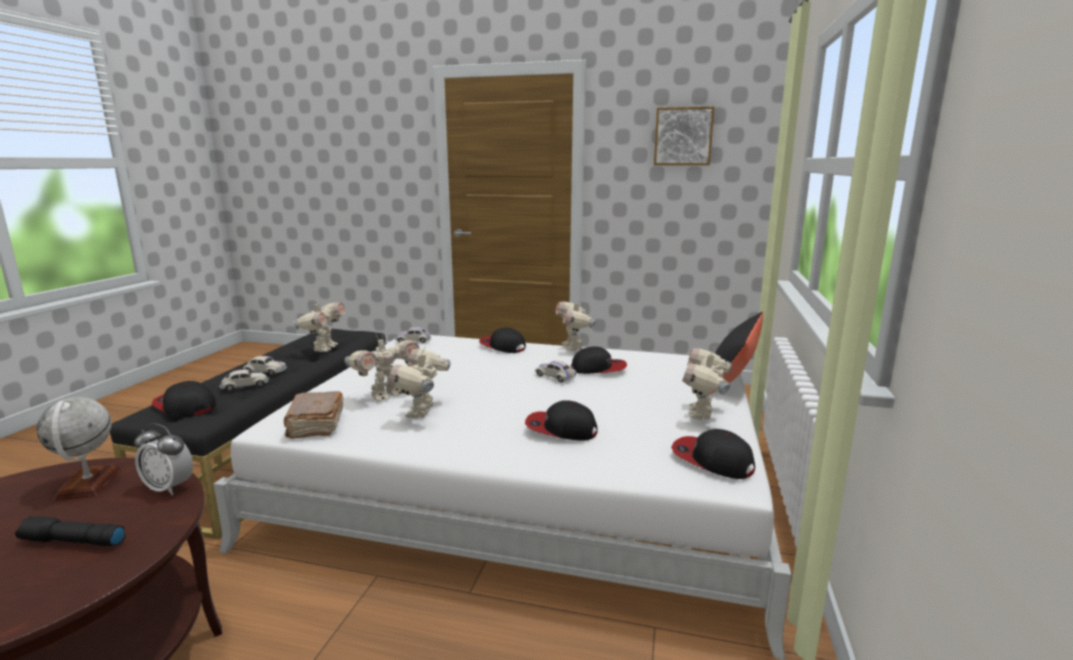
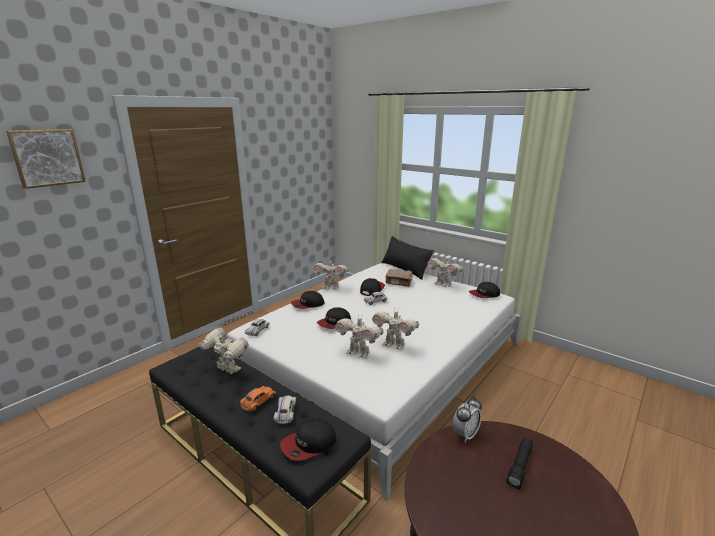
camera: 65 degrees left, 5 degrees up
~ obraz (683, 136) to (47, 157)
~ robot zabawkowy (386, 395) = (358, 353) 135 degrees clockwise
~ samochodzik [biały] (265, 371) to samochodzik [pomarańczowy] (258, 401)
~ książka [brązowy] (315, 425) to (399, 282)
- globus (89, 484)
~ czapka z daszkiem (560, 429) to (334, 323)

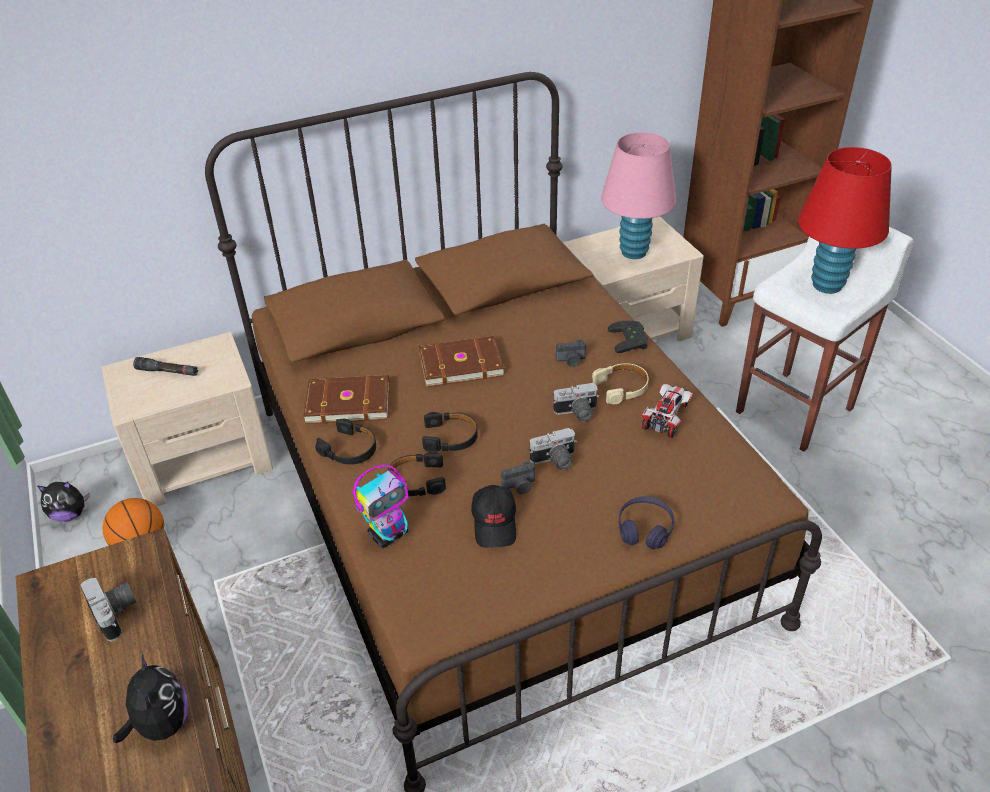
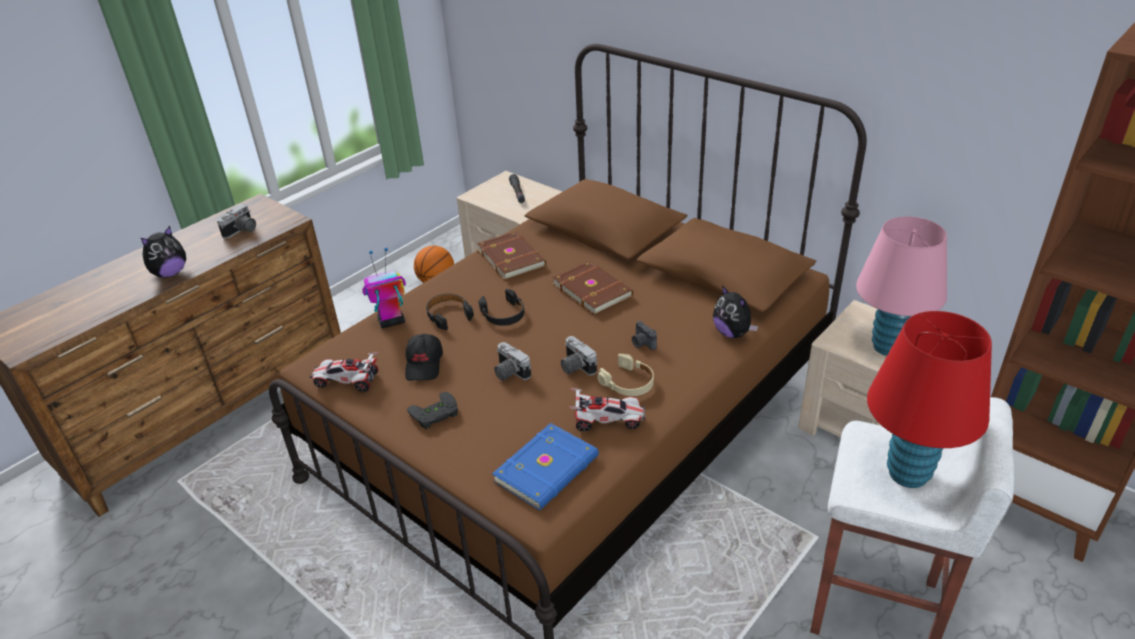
camera: 65 degrees right, 5 degrees down
~ pad do gier [czarny] (631, 340) to (435, 415)
- słuchawki [czarny] (350, 449)
- aparat fotograficzny (519, 486)
~ robot zabawkowy (389, 534) = (391, 322) 135 degrees clockwise
~ pluszak (70, 514) to (732, 333)
~ czapka z daszkiem [czarny] (495, 523) = (424, 365) 60 degrees counterclockwise
- słuchawki [fioletowy] (645, 529)
+ samochodzik (347, 381)
+ książka [niebieski] (548, 469)

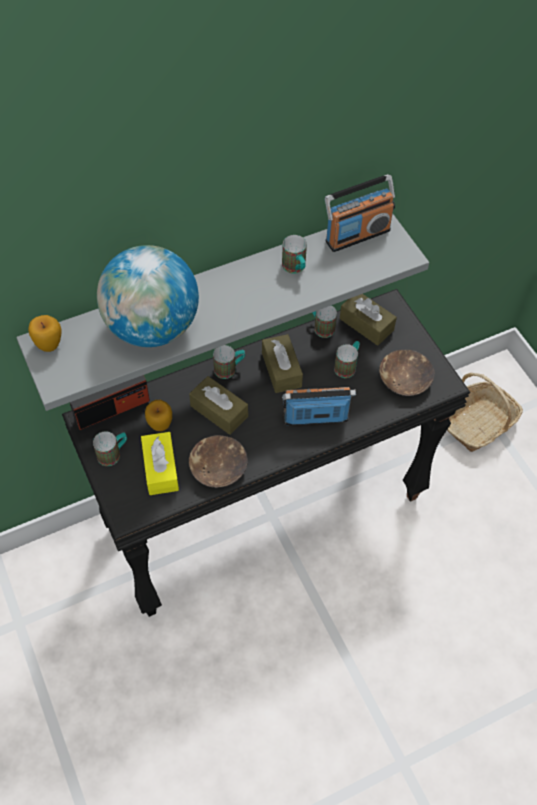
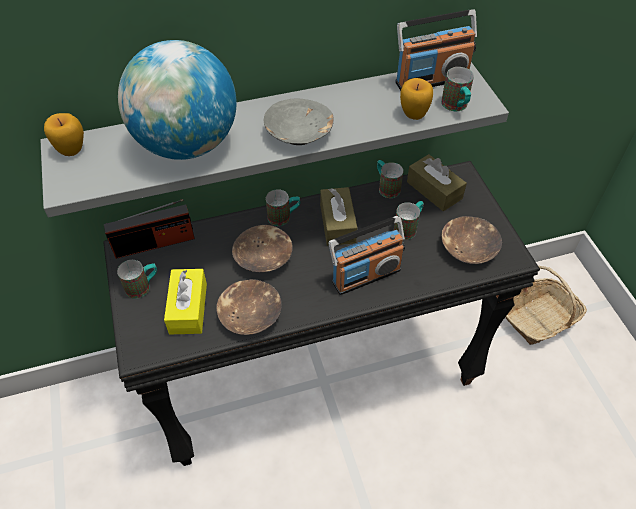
camera: 10 degrees right, 5 degrees down
~ kubek (295, 268) to (456, 107)
~ pudełko chusteczek [brązowy] (219, 411) to miska [brązowy] (264, 257)
~ radio (315, 417) = (366, 275) 150 degrees clockwise
~ jabłko (160, 424) to (413, 114)
+ miska [szary] (299, 133)

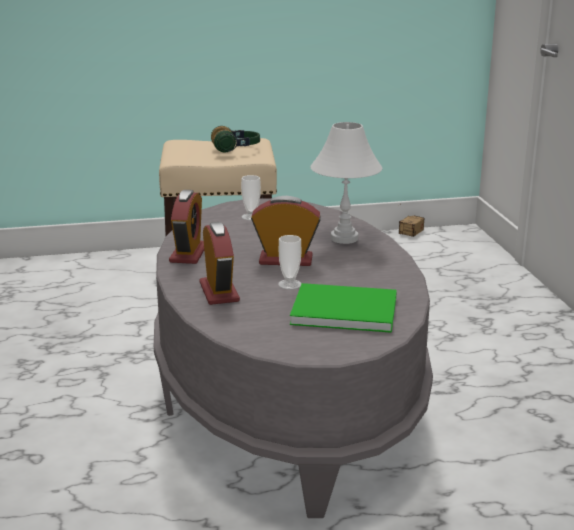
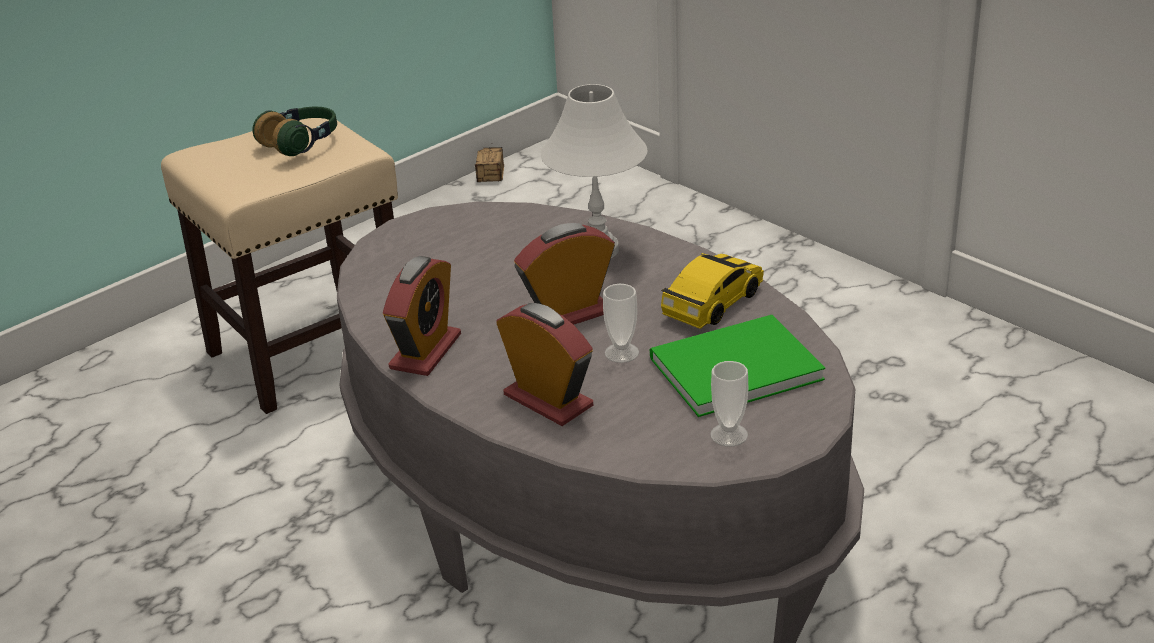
camera: 30 degrees left, 10 degrees up
~ filiżanka (251, 217) to (729, 435)
~ budzik (188, 254) = (425, 351) 45 degrees clockwise
+ samochodzik (713, 303)

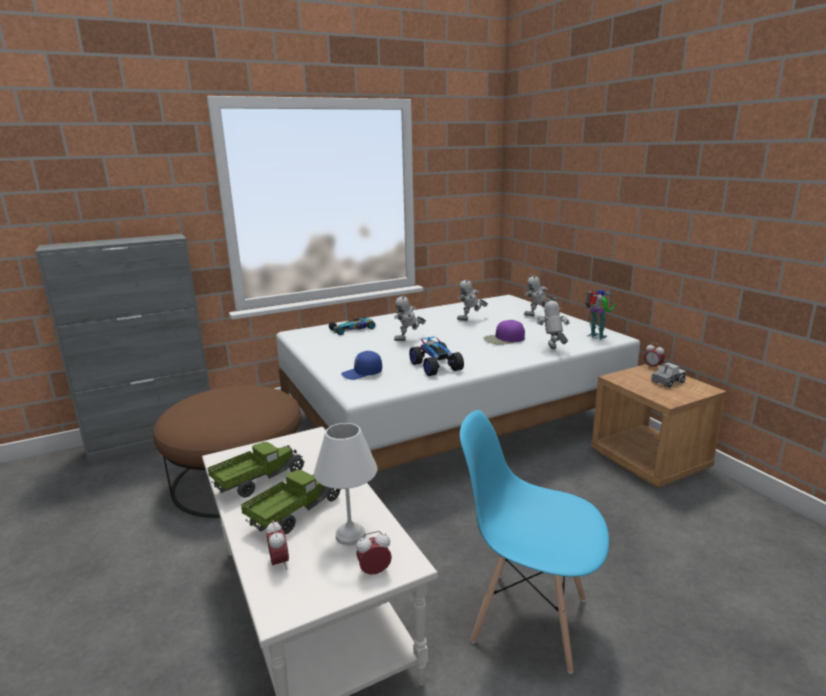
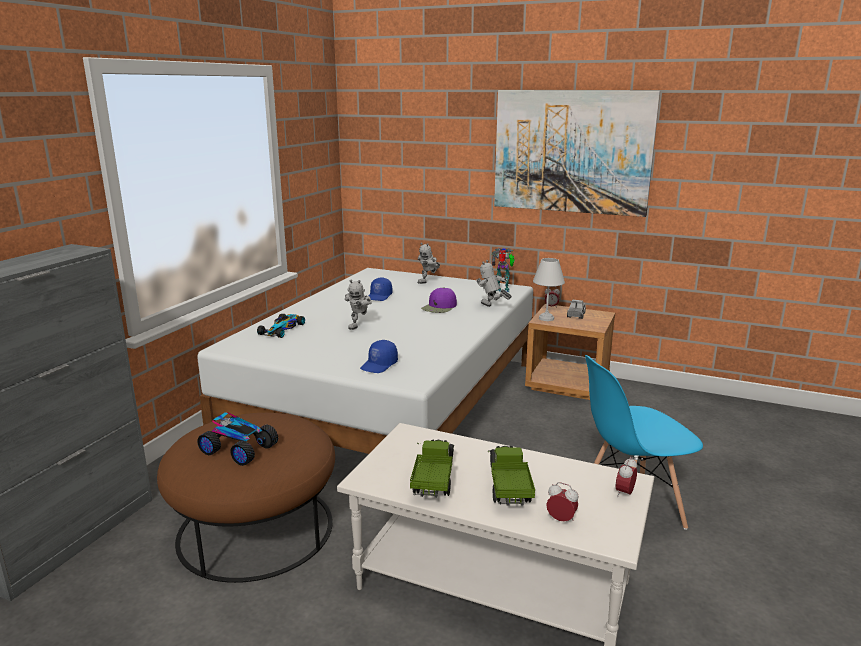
camera: 40 degrees left, 0 degrees up
~ robot zabawkowy (471, 319) to czapka z daszkiem [niebieski] (379, 296)
~ samochodzik (435, 367) to (238, 450)
~ lampa stołowa [biały] (350, 536) to (547, 318)
+ obraz (572, 152)

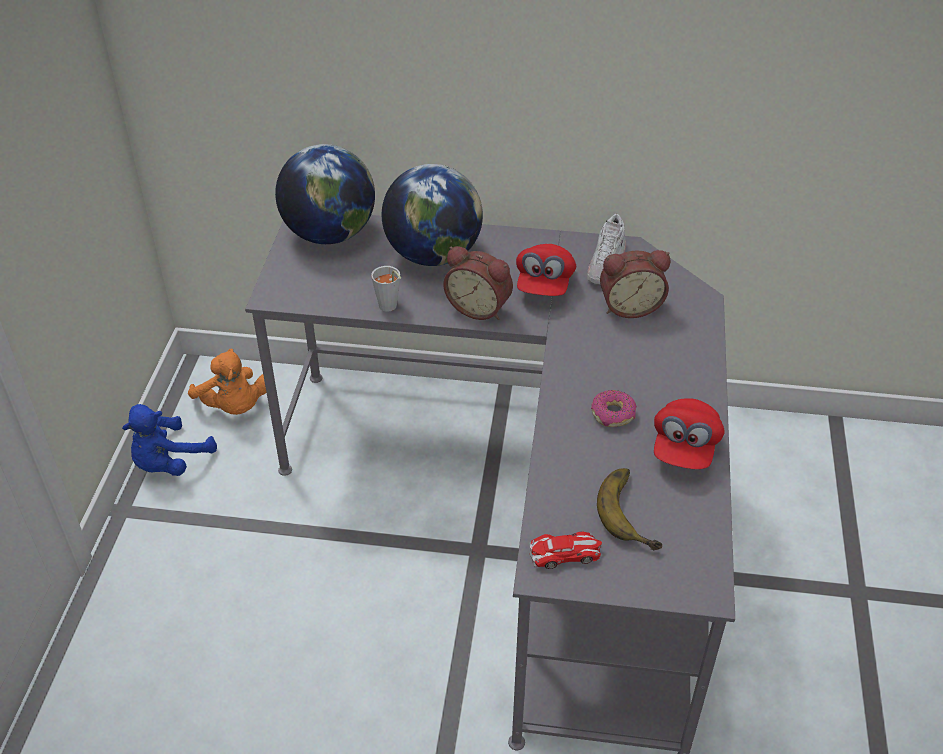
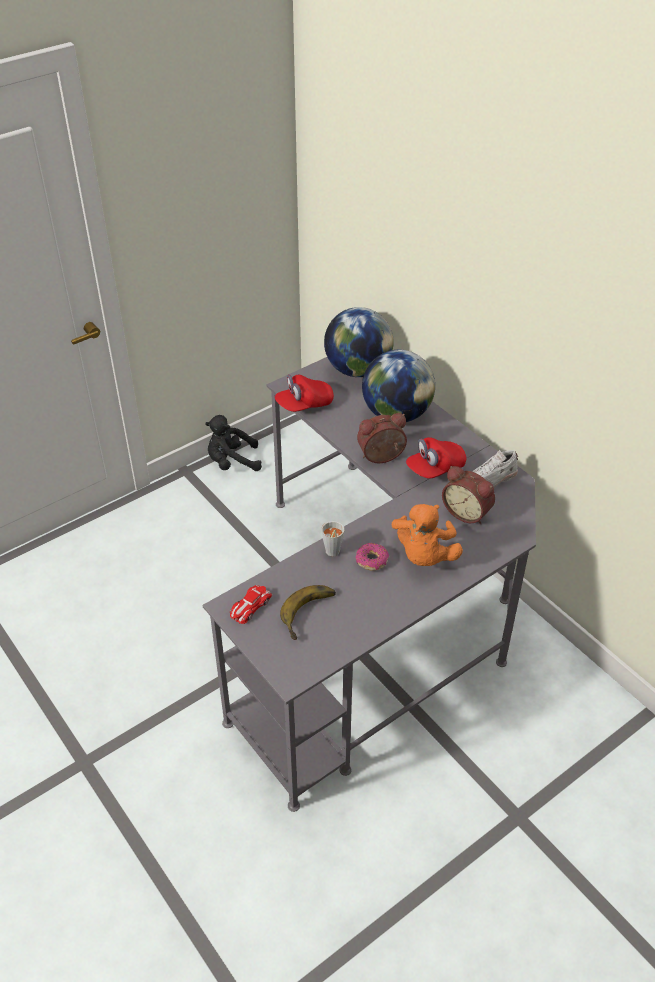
camera: 45 degrees right, 0 degrees up
~ budzik (479, 307) = (382, 458) 90 degrees clockwise
~ filiżanka [szary] (389, 308) to (331, 553)
~ pluszak [pomarańczowy] (234, 407) to (424, 556)
~ czapka z daszkiem [czerwony] (684, 447) to (304, 405)
~ pluszak [niebieski] (169, 462) to pluszak [czarny] (232, 462)
~ samochodzik (565, 553) = (250, 606) 90 degrees clockwise

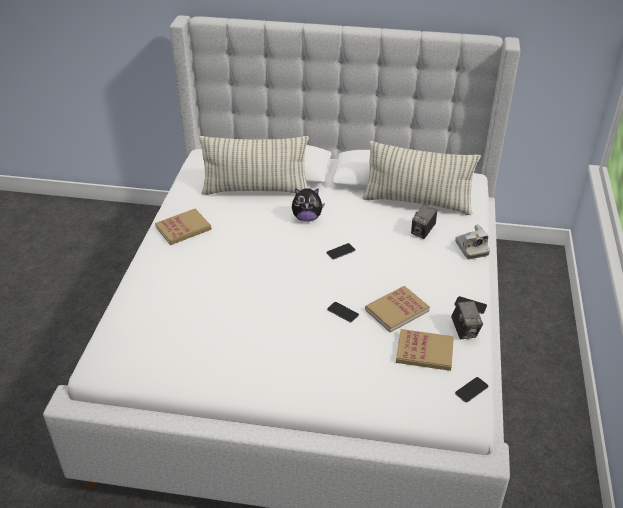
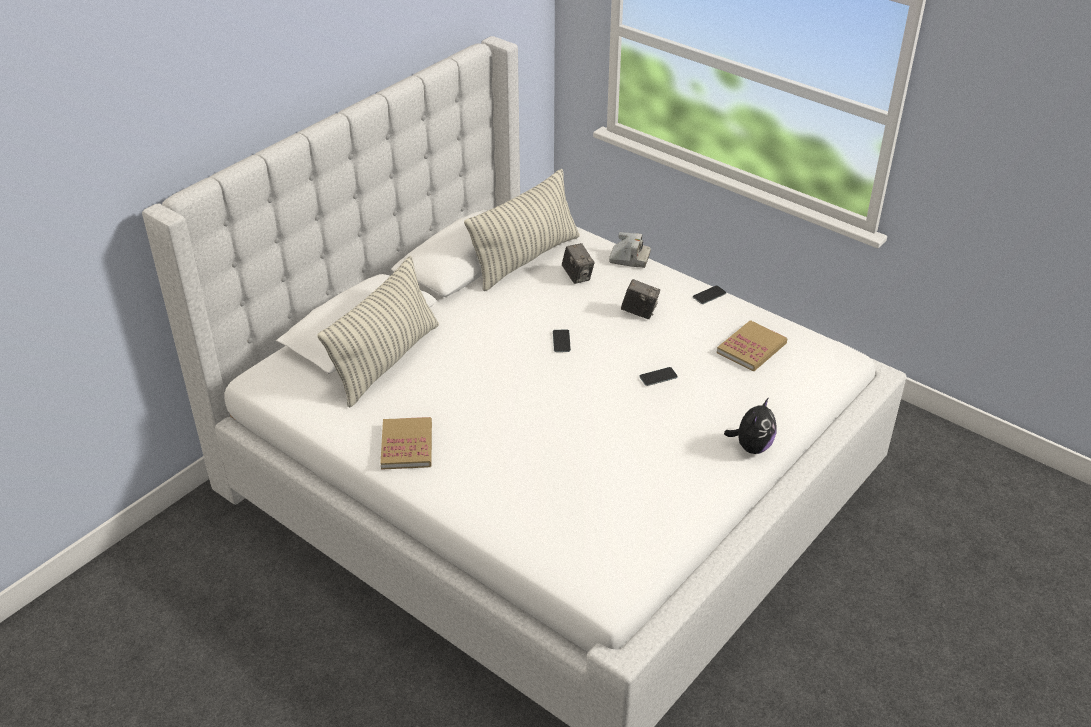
camera: 60 degrees left, 0 degrees up
~ pluszak (307, 218) to (751, 447)
- książka (397, 310)
~ aparat fotograficzny (464, 331) to (639, 312)
- telefon (471, 390)

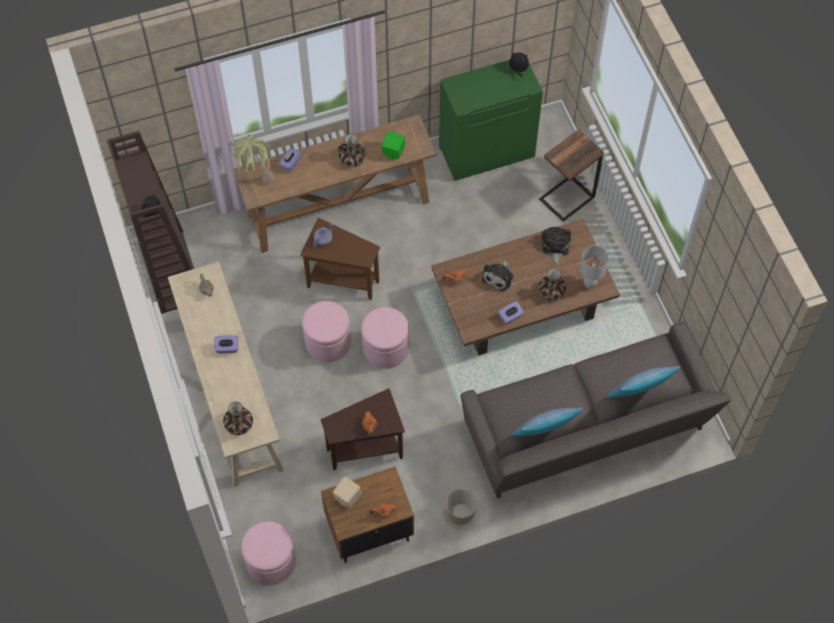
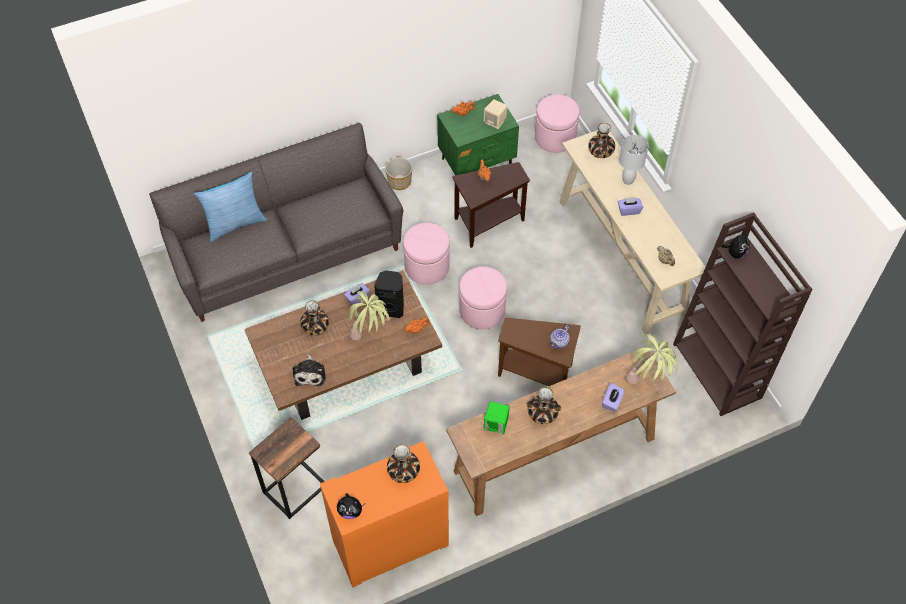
camera: 175 degrees right, 5 degrees down
~ szafka [zielony] (486, 151) to szafka [pomarańczowy] (390, 543)
~ lampa stołowa [biały] (589, 284) to (628, 180)
~ pluszak (499, 277) to roślina doniczkowa (370, 336)
~ pufa [różowy] (328, 342) to (427, 266)
- poduszka (544, 434)
~ szafka nocna [brązowy] (368, 530) to szafka nocna [zielony] (477, 164)
+ głośnik [czarny] (391, 308)
+ wazon (403, 471)

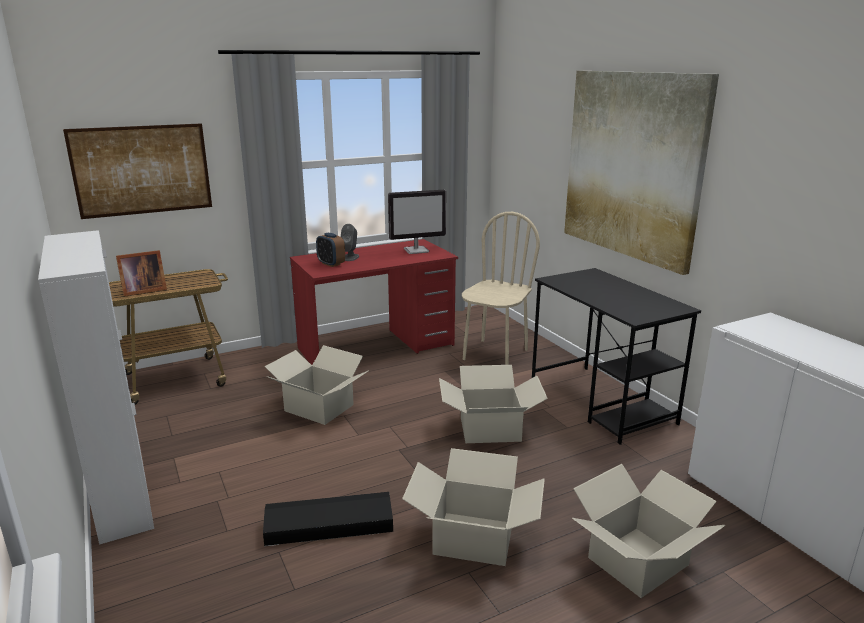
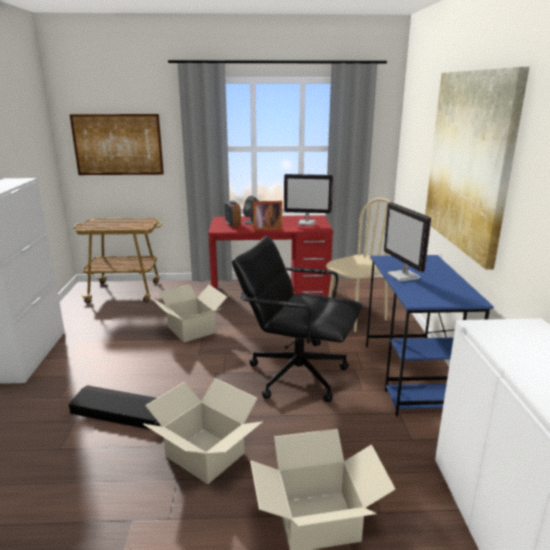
camera: 25 degrees right, 0 degrees up
~ ramka na zdjęcie (142, 291) to (266, 228)
~ biurko [czarny] (601, 402) to biurko [niebieski] (412, 377)
~ karton (489, 429) to krzesło biurowe [czarny] (297, 374)
+ monitor (404, 276)

